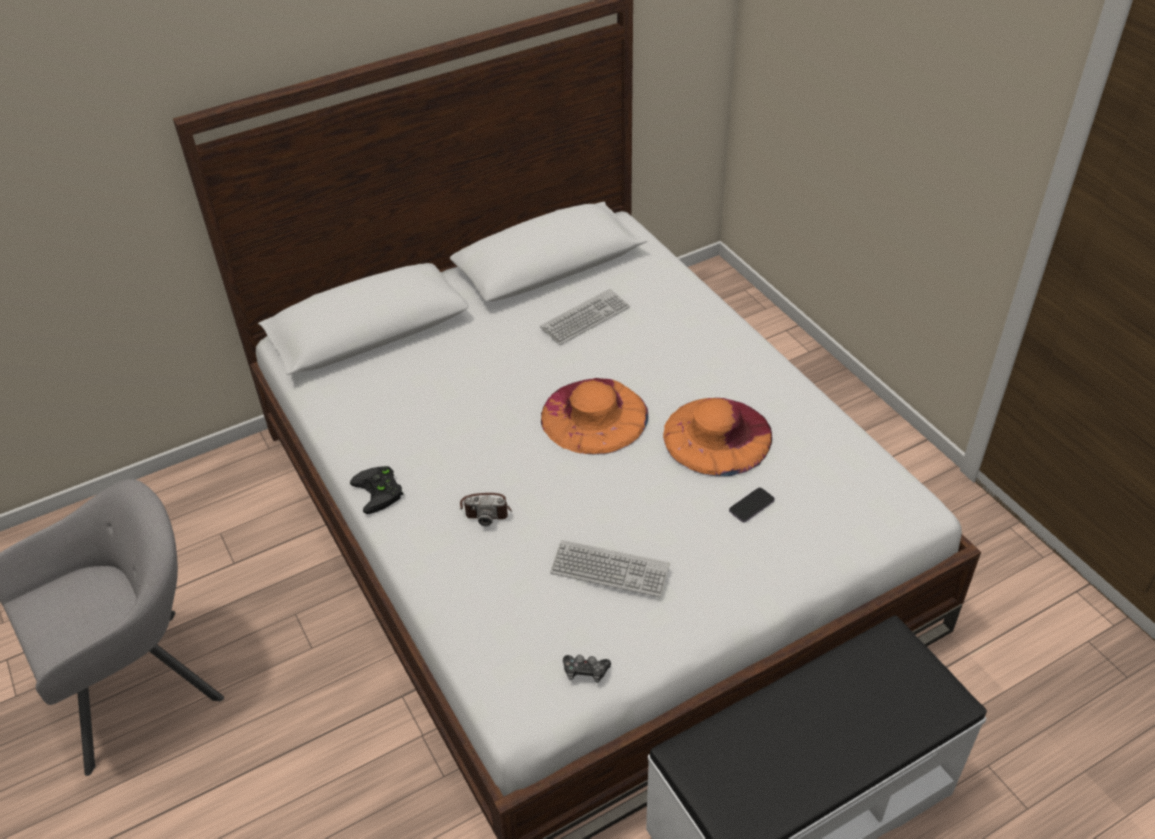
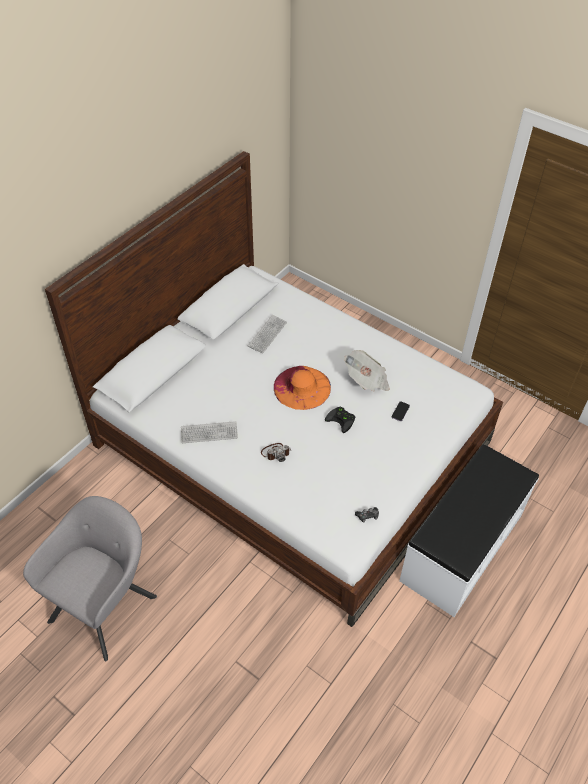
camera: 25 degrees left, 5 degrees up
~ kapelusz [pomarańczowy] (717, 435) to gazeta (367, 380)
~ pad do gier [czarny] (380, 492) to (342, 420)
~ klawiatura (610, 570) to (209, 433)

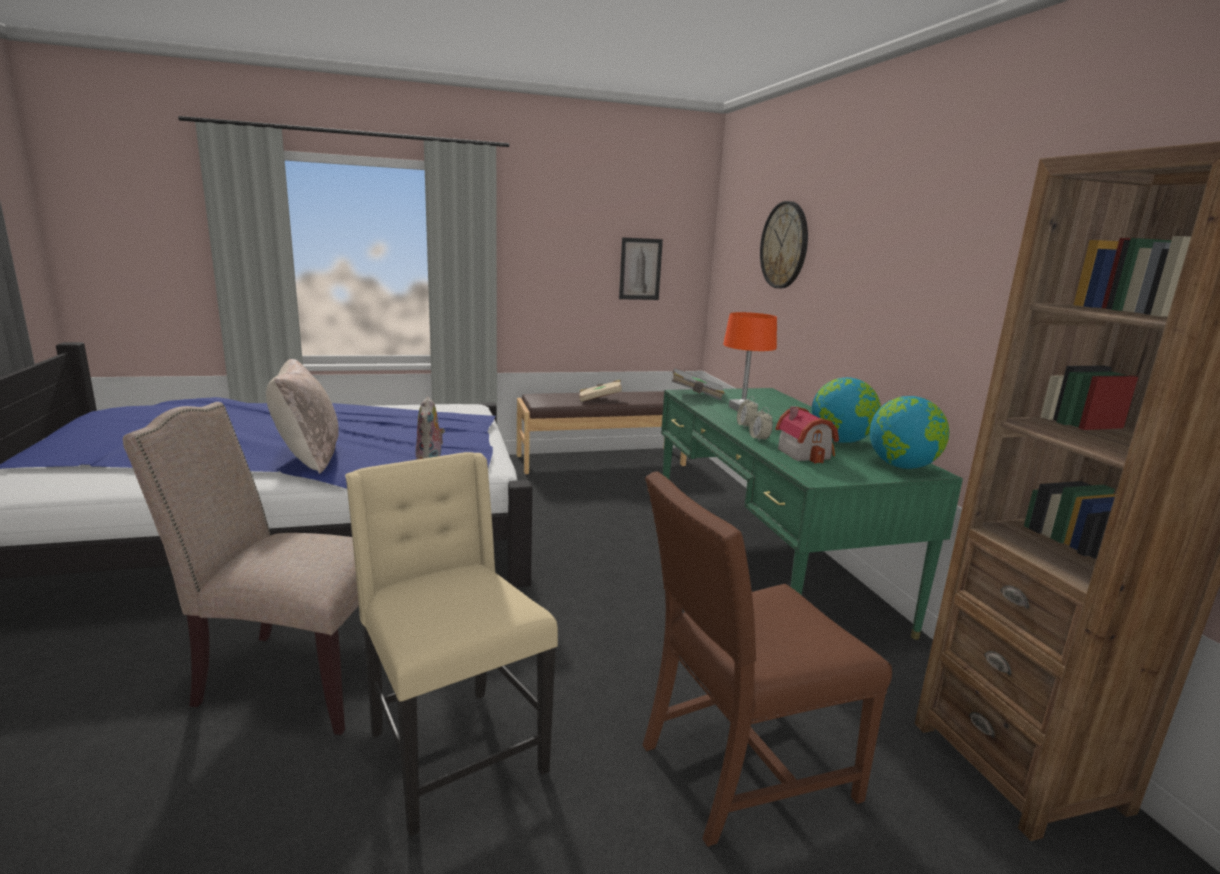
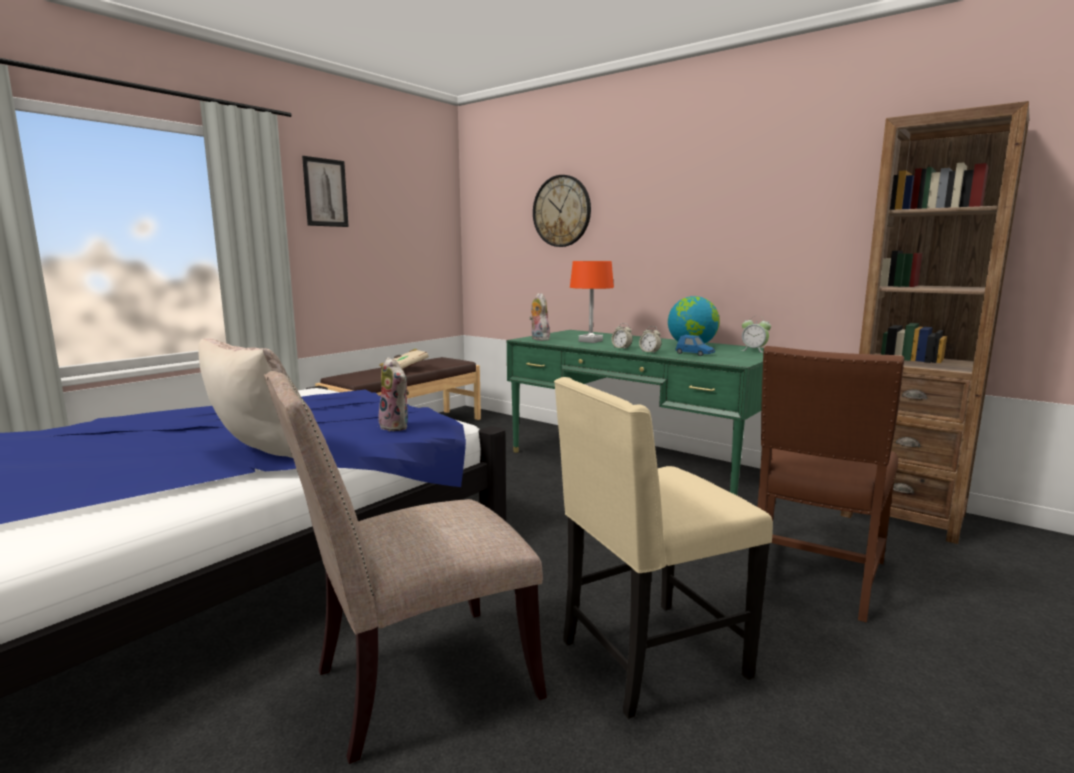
camera: 35 degrees left, 5 degrees down
~ obraz (640, 269) to (325, 192)
~ książka [szary] (696, 395) to pluszak (538, 339)
~ globus (902, 466) to budzik (754, 350)
~ domek (805, 453) to samochodzik [niebieski] (694, 354)
~ krzesło [beżowy] (452, 752) = (648, 659) 45 degrees counterclockwise

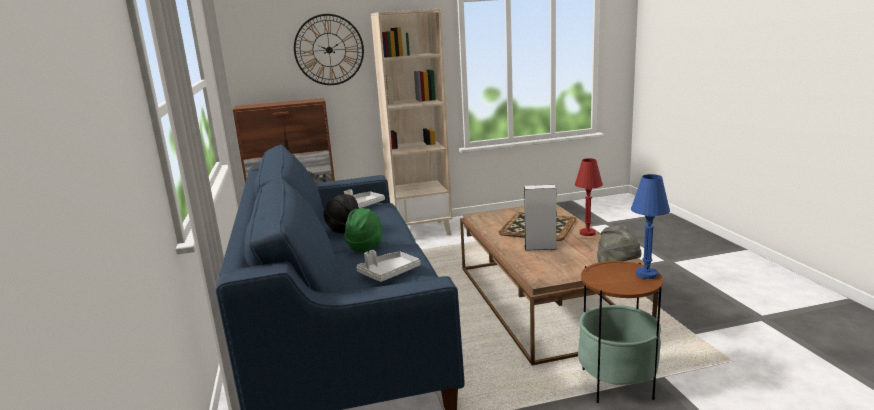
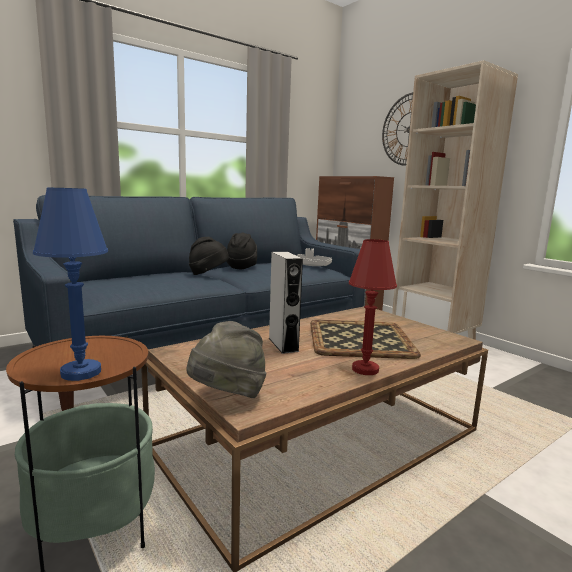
camera: 65 degrees right, 5 degrees down
~ kapelusz [zielony] (365, 246) to kapelusz [czarny] (208, 274)
- taca [szary] (388, 273)

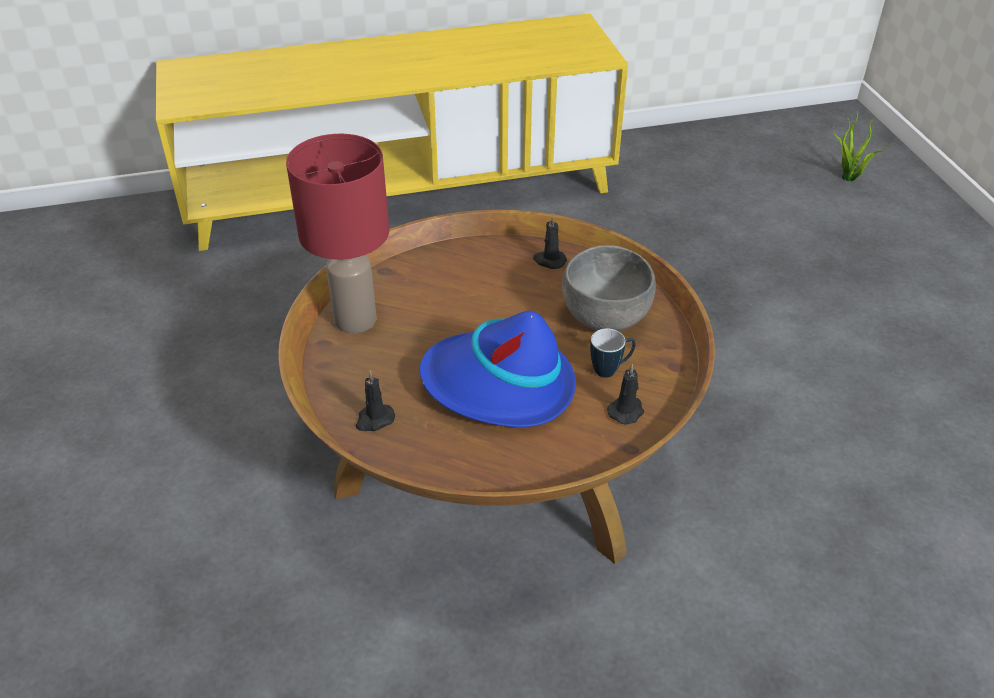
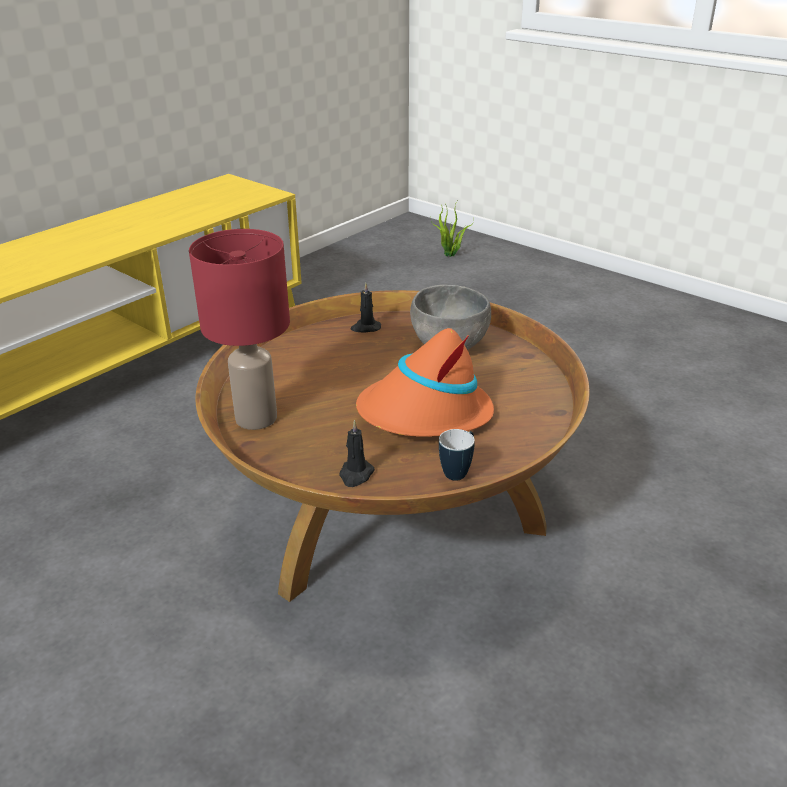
camera: 35 degrees left, 10 degrees down
~ kapelusz [niebieski] (499, 386) to kapelusz [pomarańczowy] (425, 414)
~ kubek (611, 370) to (458, 471)
- świeca [czarny] (626, 411)

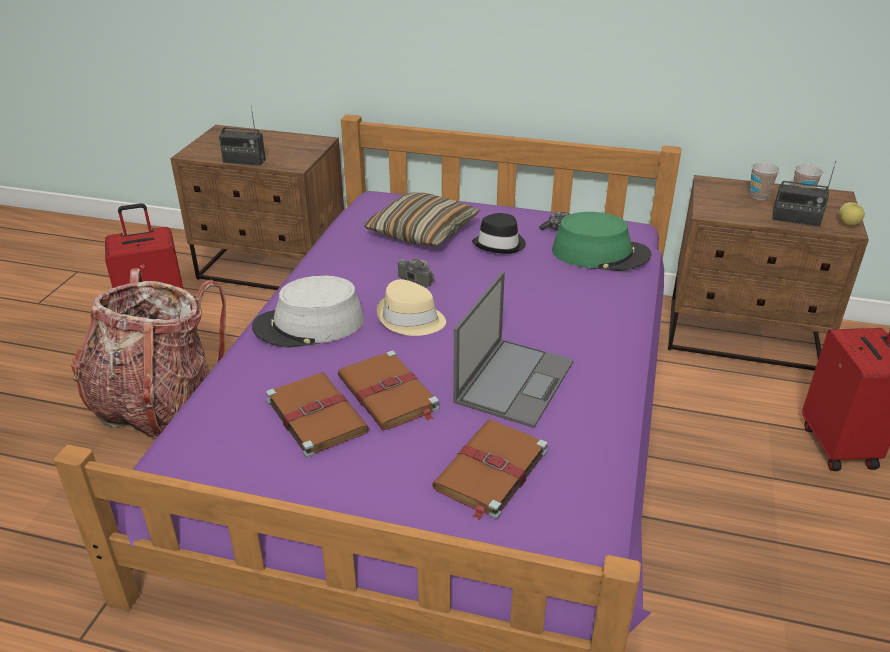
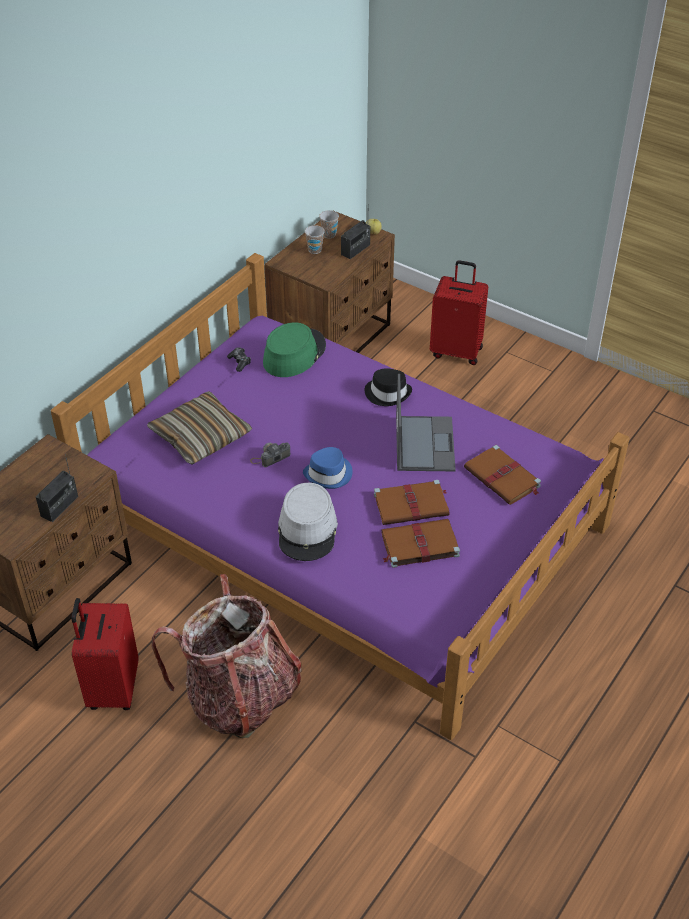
camera: 70 degrees left, 10 degrees up
~ kapelusz [czarny] (500, 244) to (388, 393)
~ laptop (514, 381) = (424, 443) 45 degrees clockwise
~ kapelusz [beżowy] (410, 319) to kapelusz [niebieski] (329, 474)

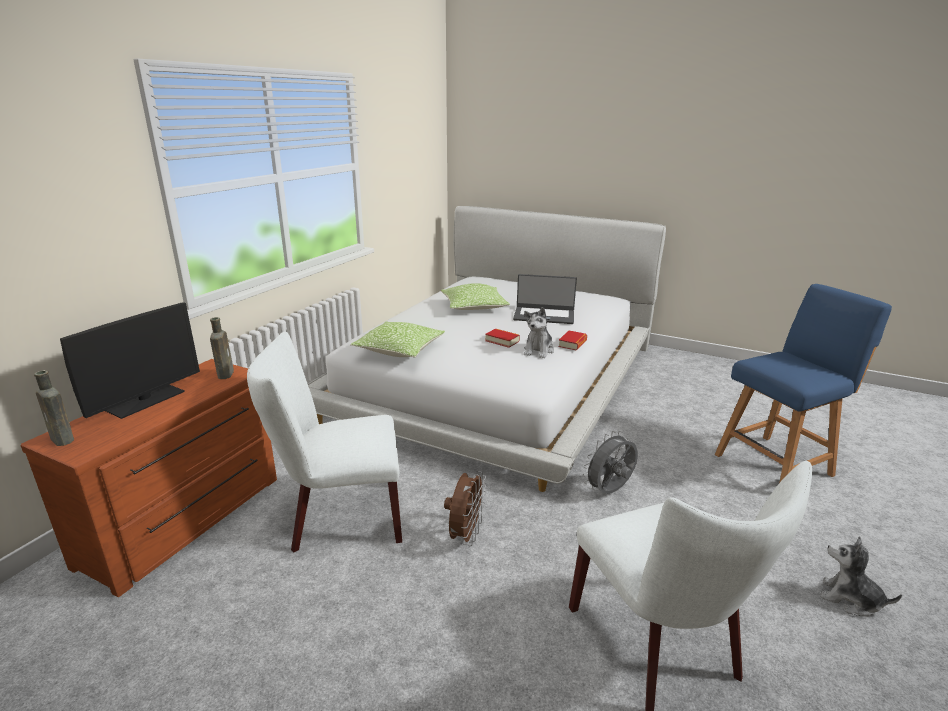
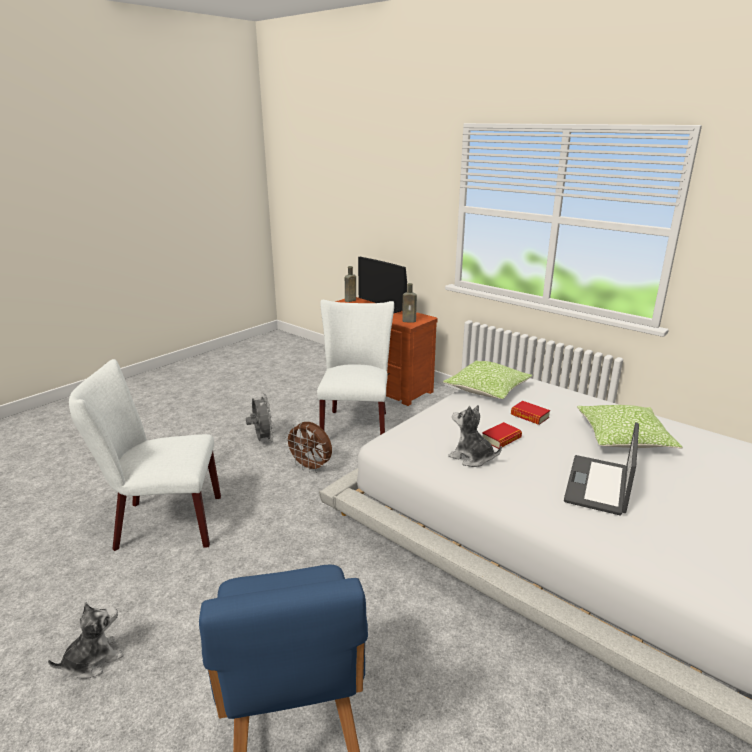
camera: 105 degrees right, 0 degrees up
~ książka (572, 343) to (529, 416)
~ wentylator [szary] (609, 491) to (262, 440)

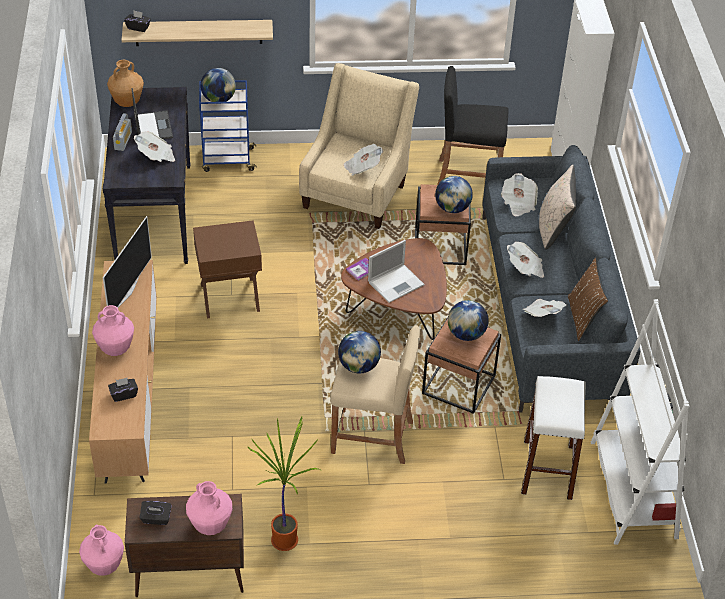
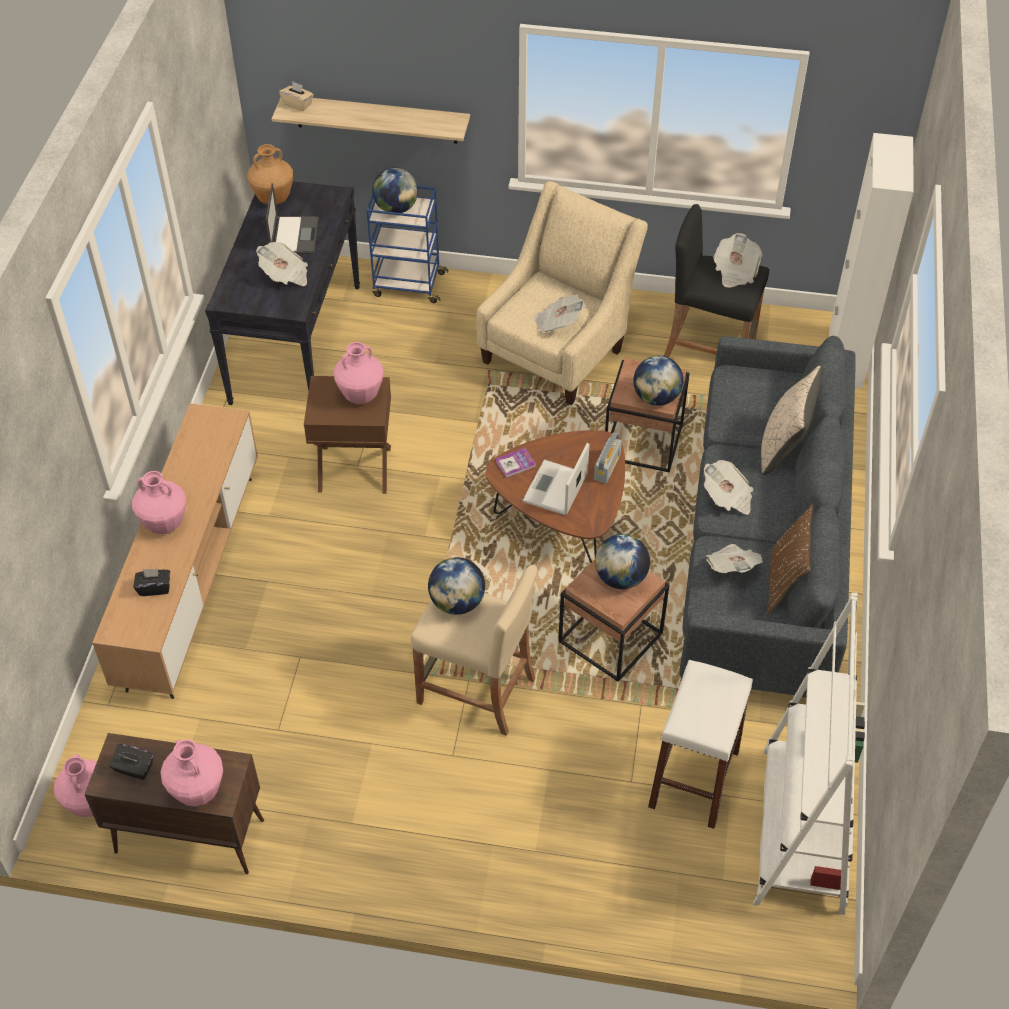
camera: 15 degrees right, 5 degrees up
~ pudełko chusteczek [czarny] (138, 27) to pudełko chusteczek [beżowy] (298, 104)
~ radio (123, 141) to (607, 467)
~ gazeta (518, 203) to (735, 271)
- telewizor (127, 292)
~ laptop (396, 283) = (555, 489) 135 degrees clockwise
- roślina doniczkowa (286, 540)
+ wazon [różowy] (360, 396)

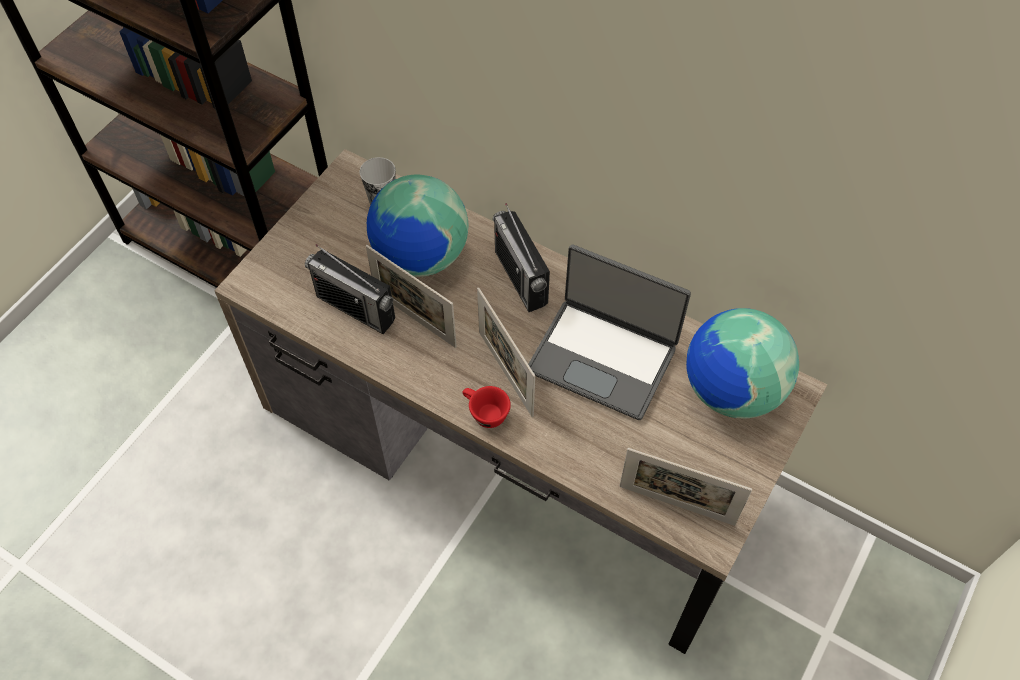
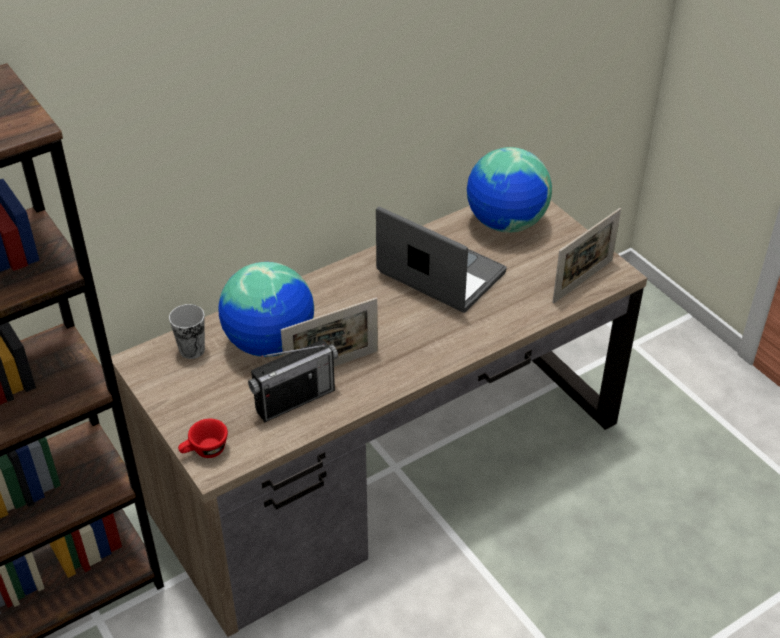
camera: 65 degrees left, 15 degrees down
- radio (521, 278)
~ laptop (603, 357) = (439, 274) 105 degrees counterclockwise
- ramka na zdjęcie (505, 373)
~ filiżanka [czerwony] (484, 413) to (205, 451)

